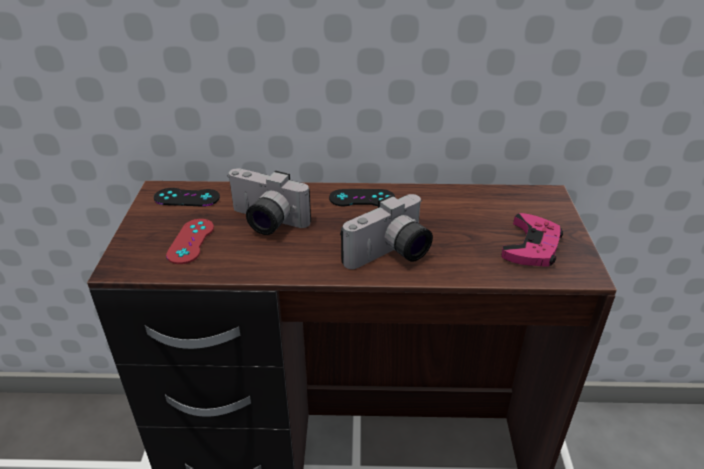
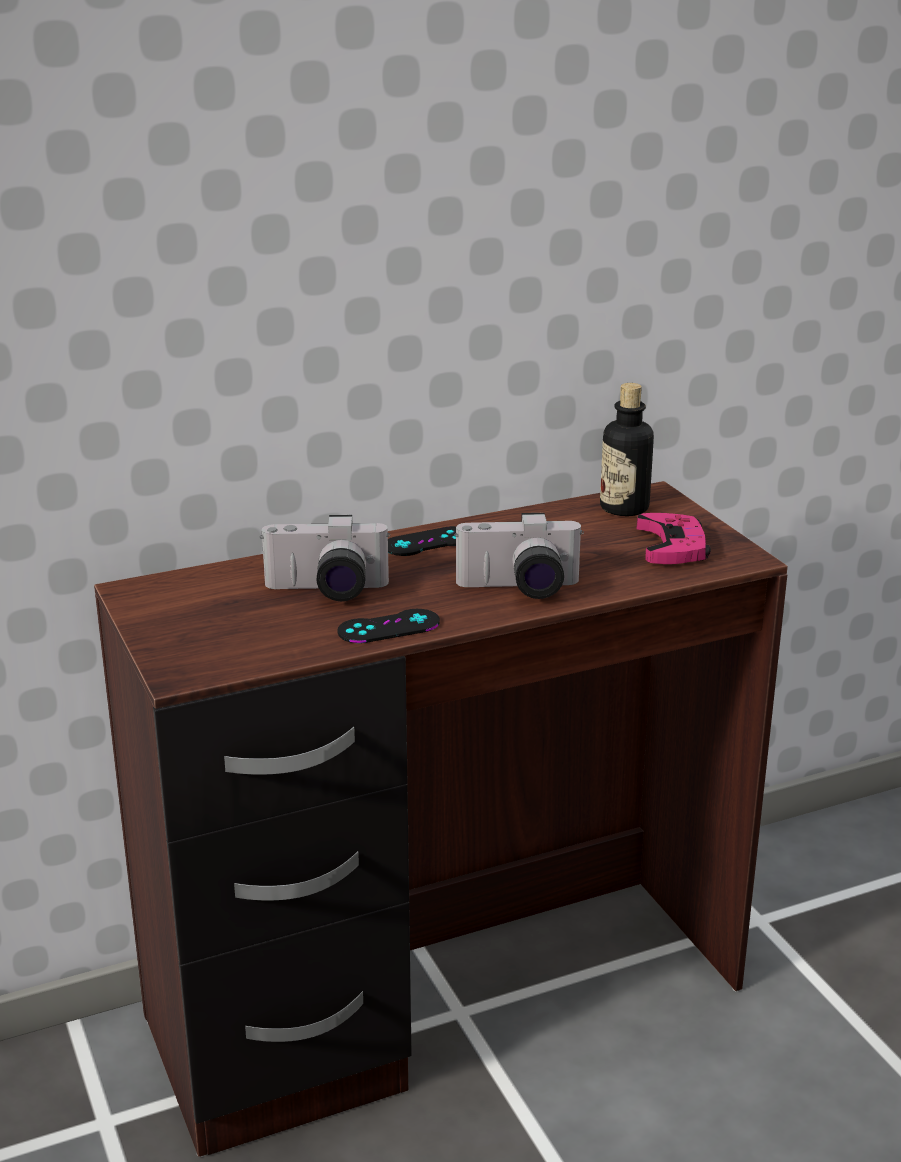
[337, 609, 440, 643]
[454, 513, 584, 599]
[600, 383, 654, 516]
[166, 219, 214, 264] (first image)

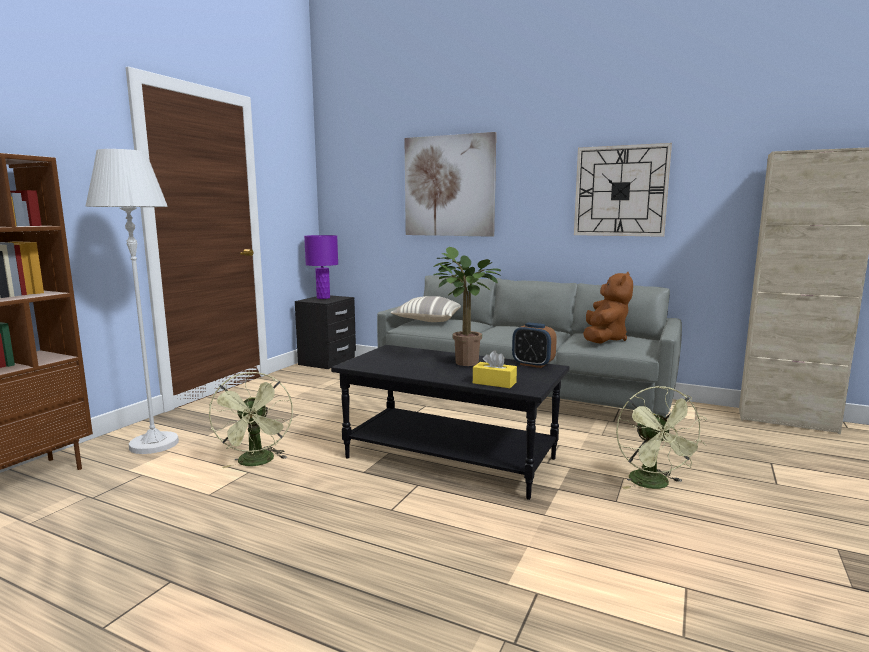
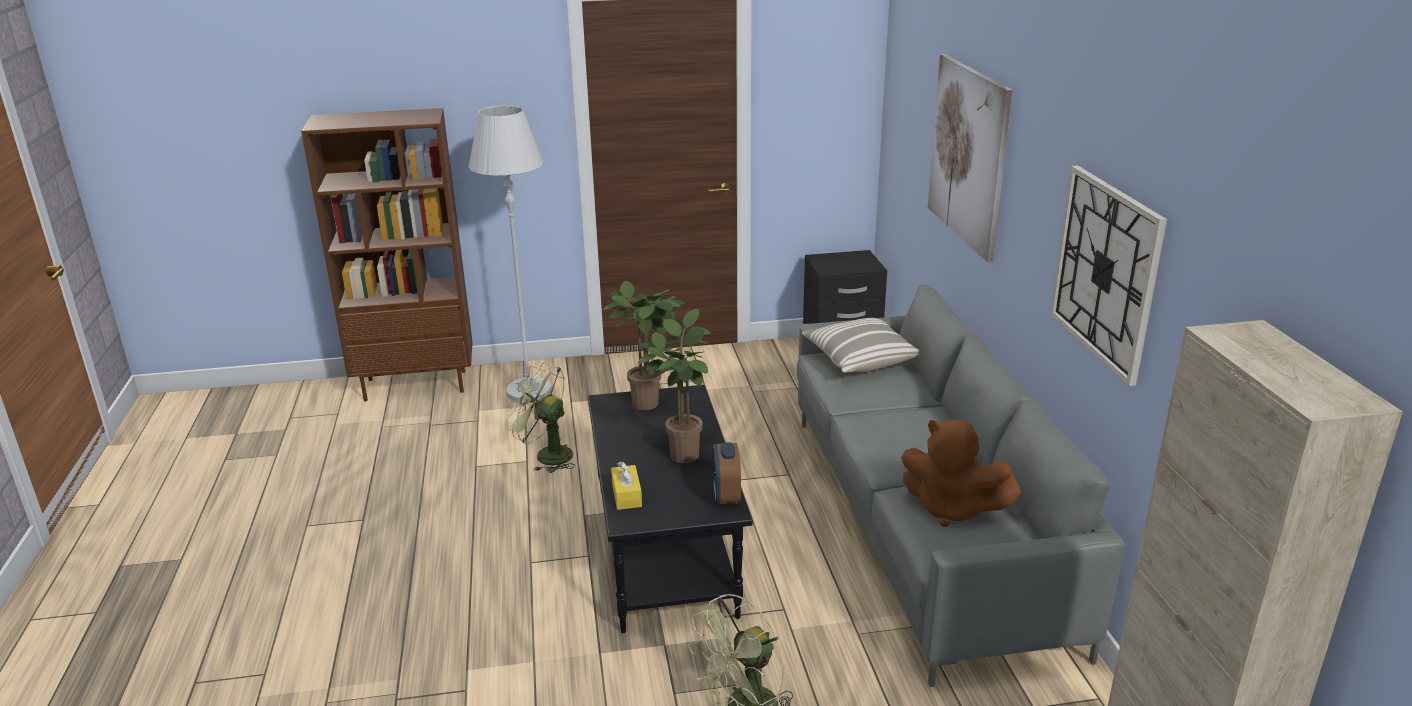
[505, 362, 575, 473]
[603, 281, 685, 410]
[901, 420, 1022, 527]
[304, 235, 338, 299] (first image)

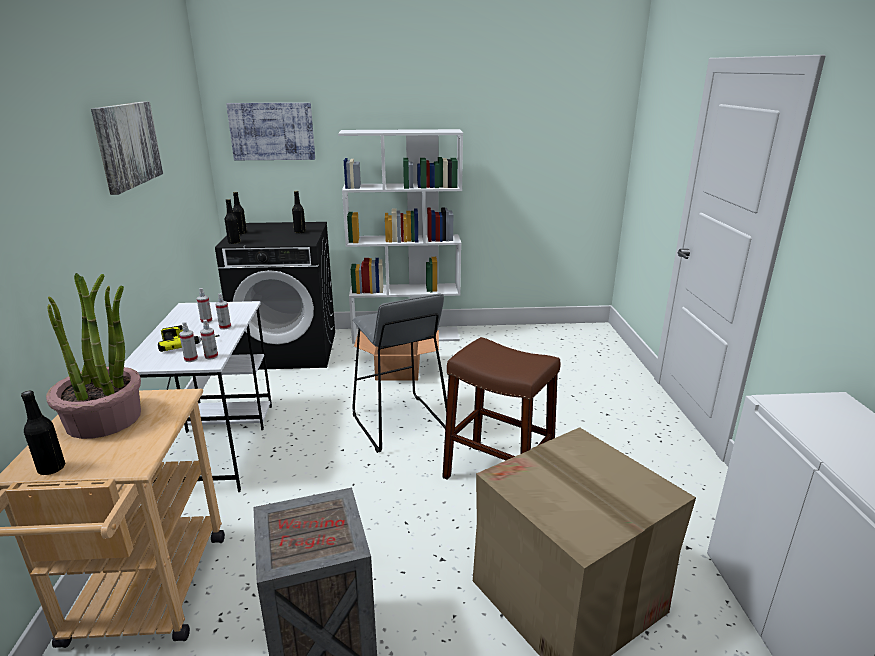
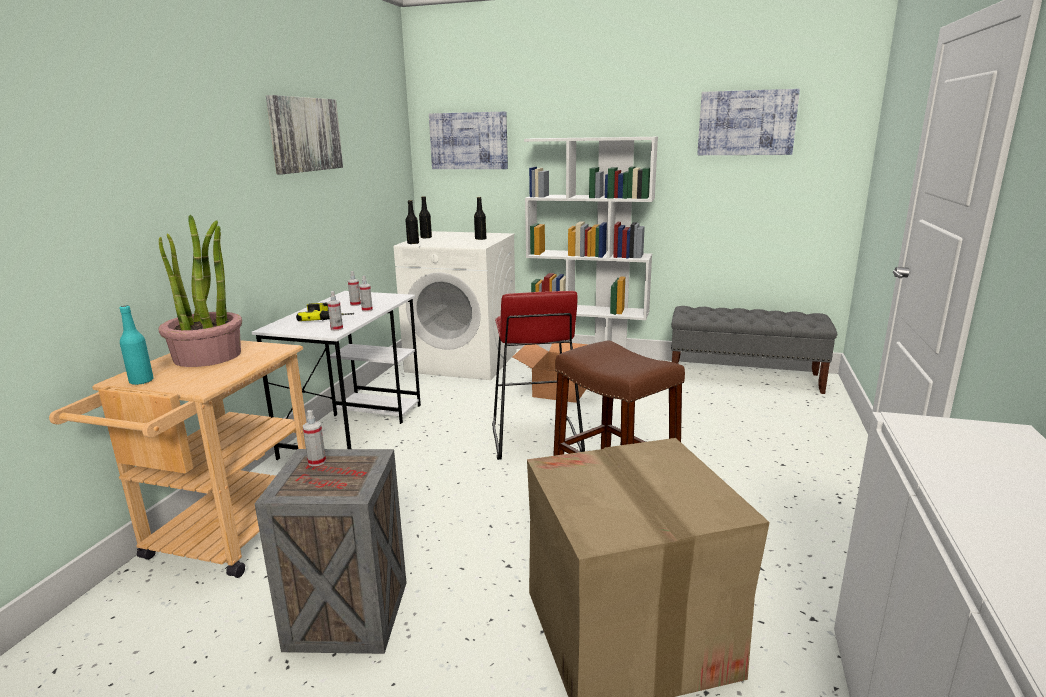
[119, 305, 154, 385]
[303, 410, 326, 466]
[394, 231, 517, 380]
[492, 291, 585, 460]
[671, 306, 837, 394]
[697, 89, 800, 155]

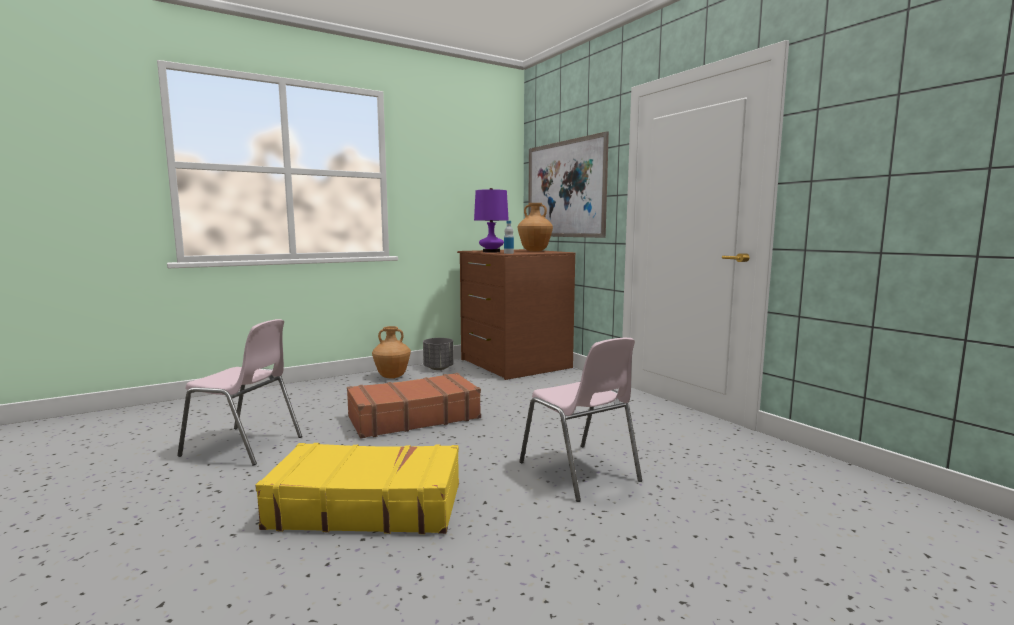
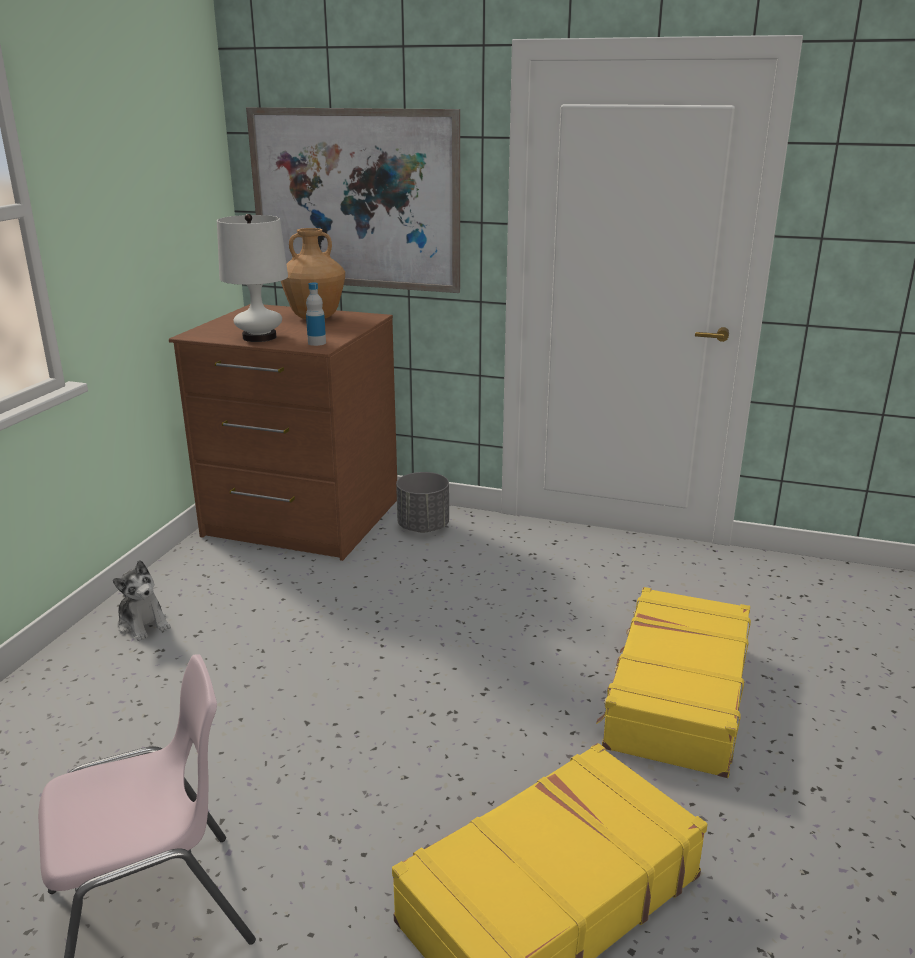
[113, 560, 171, 641]
[217, 214, 288, 342]
[396, 472, 449, 532]
[596, 587, 751, 778]
[347, 373, 481, 438] (first image)

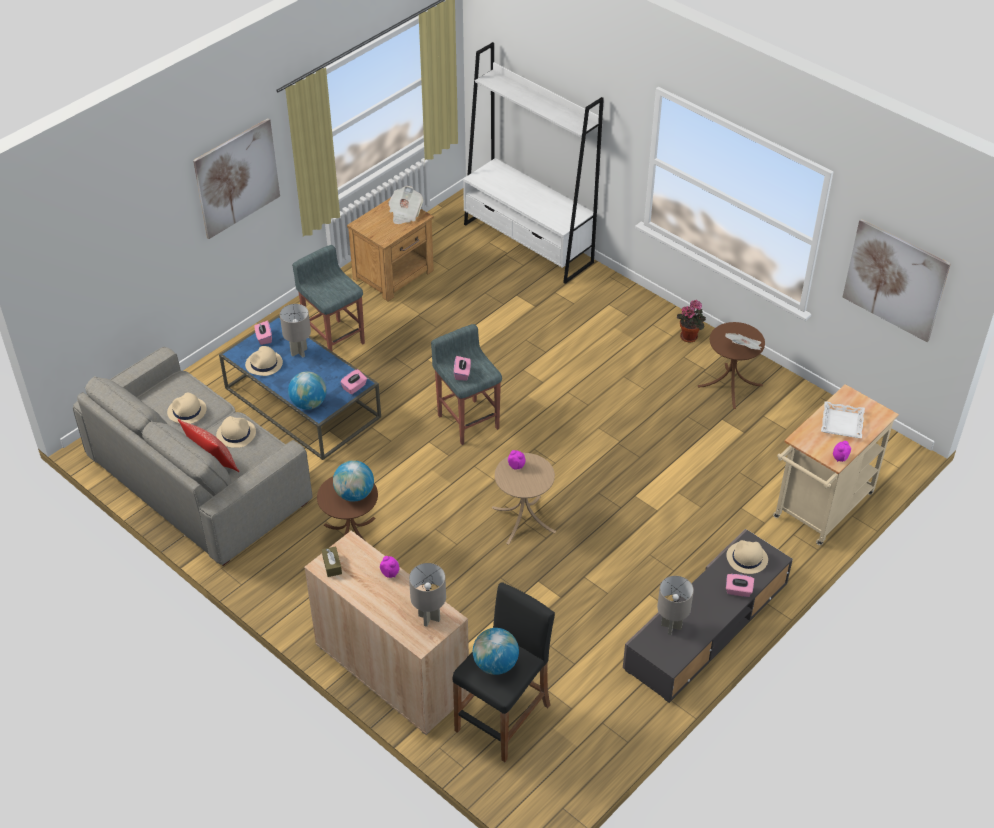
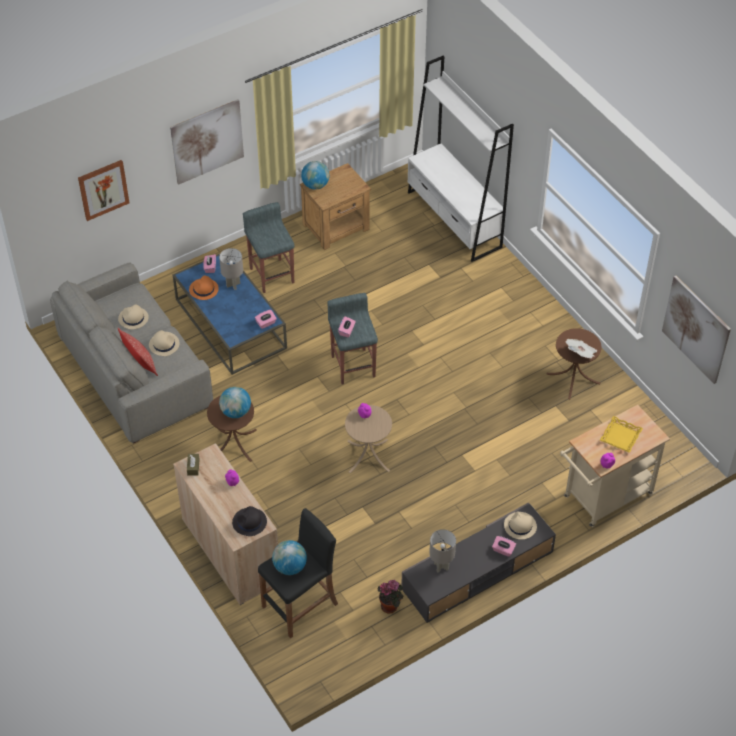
[78, 160, 129, 221]
[189, 276, 219, 300]
[232, 506, 267, 536]
[301, 161, 329, 190]
[378, 580, 403, 614]
[600, 416, 643, 453]
[388, 186, 423, 224] (first image)

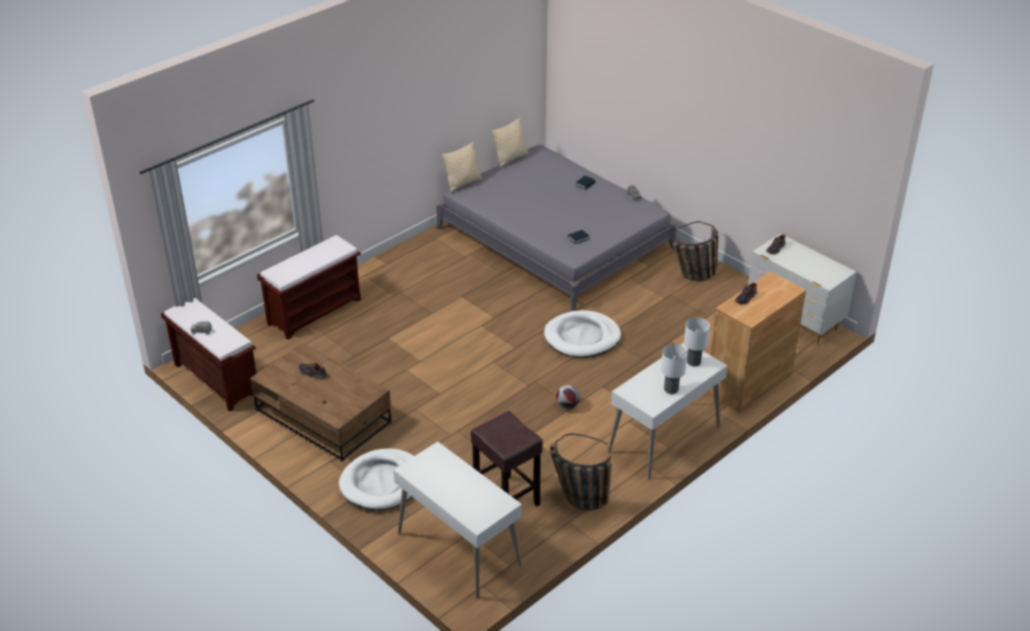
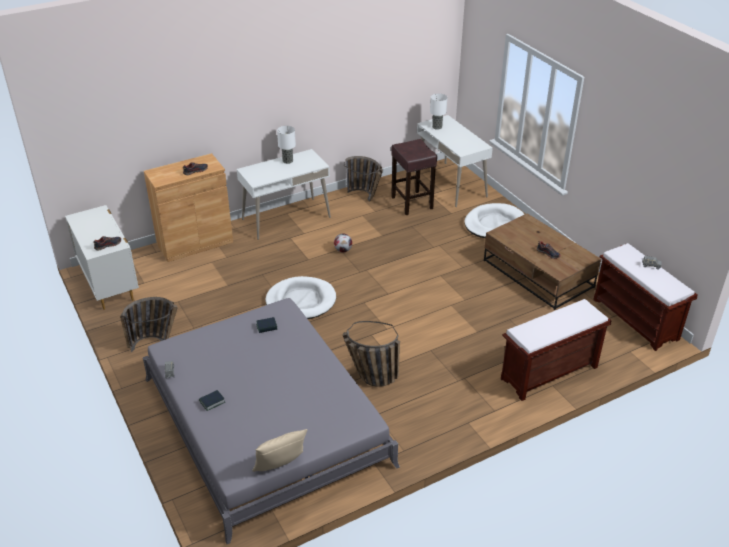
[343, 321, 400, 387]
[430, 94, 447, 130]
[442, 142, 482, 193] (first image)

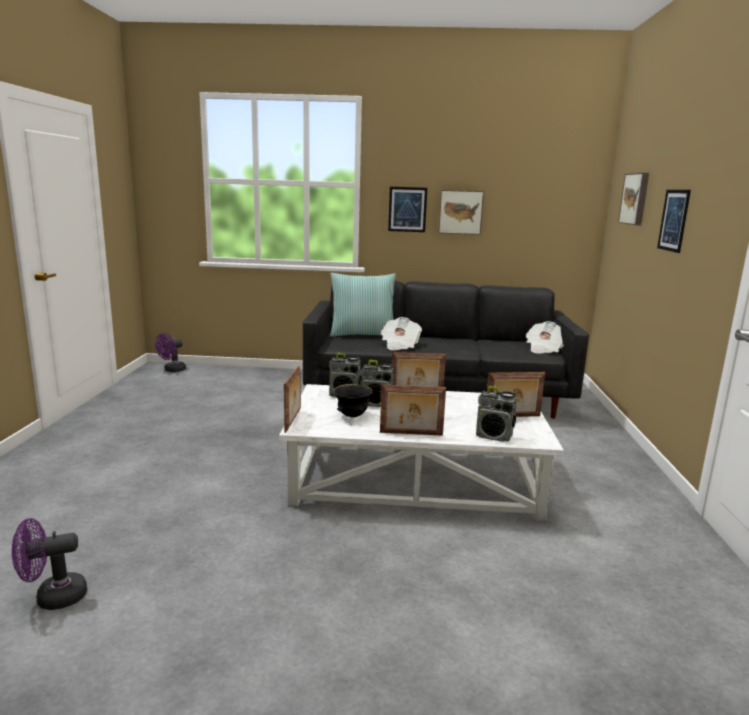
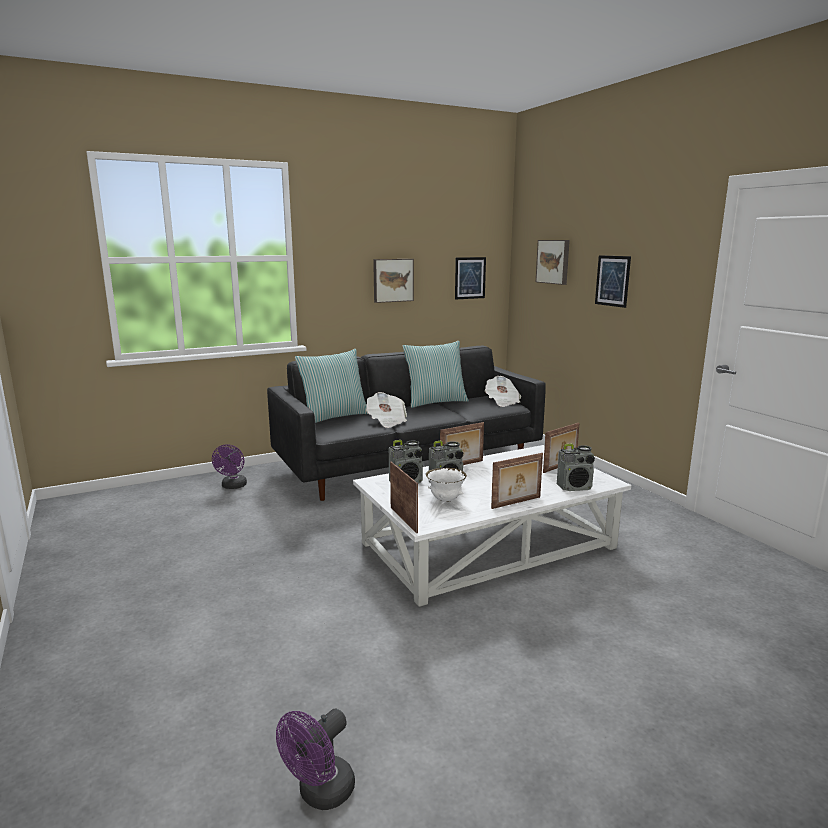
[212, 444, 247, 489]
[402, 341, 469, 408]
[426, 468, 467, 502]
[455, 257, 486, 300]

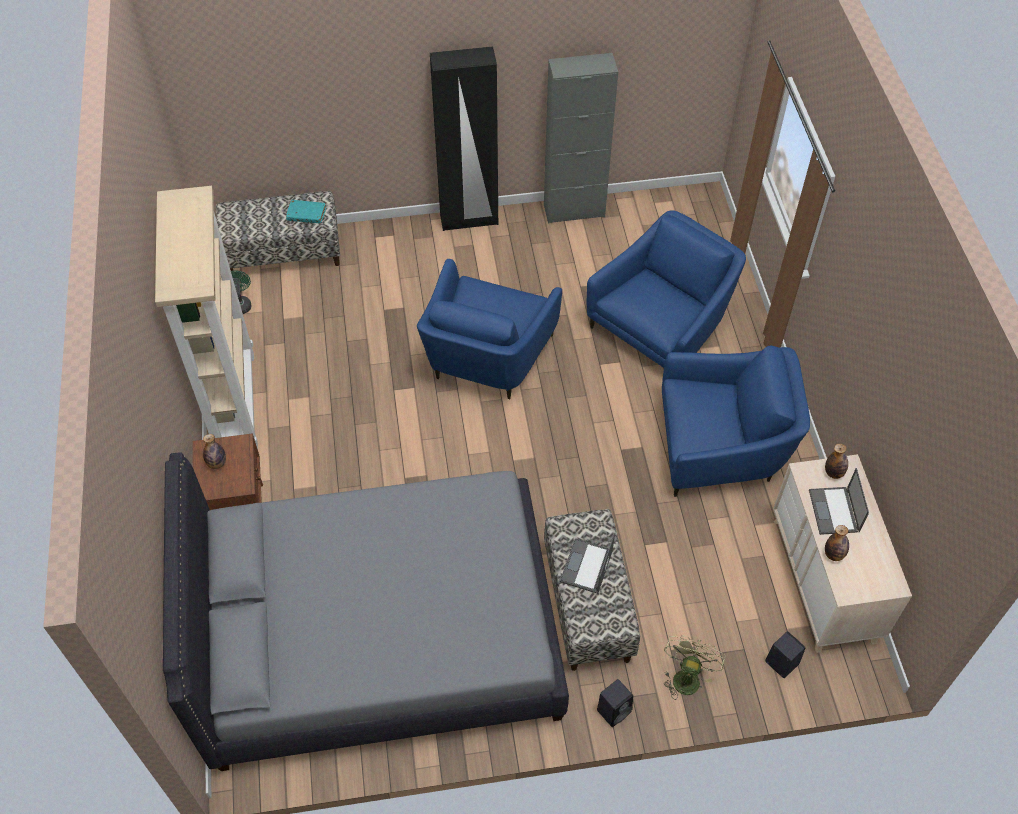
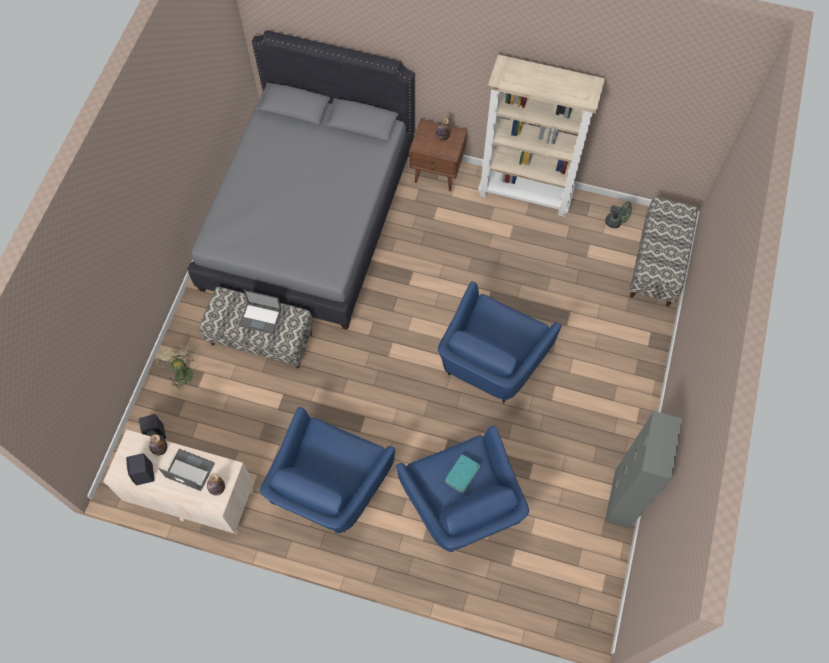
[126, 453, 155, 485]
[155, 346, 199, 391]
[239, 290, 282, 334]
[438, 281, 562, 403]
[445, 454, 481, 493]
[430, 47, 498, 231] (first image)

